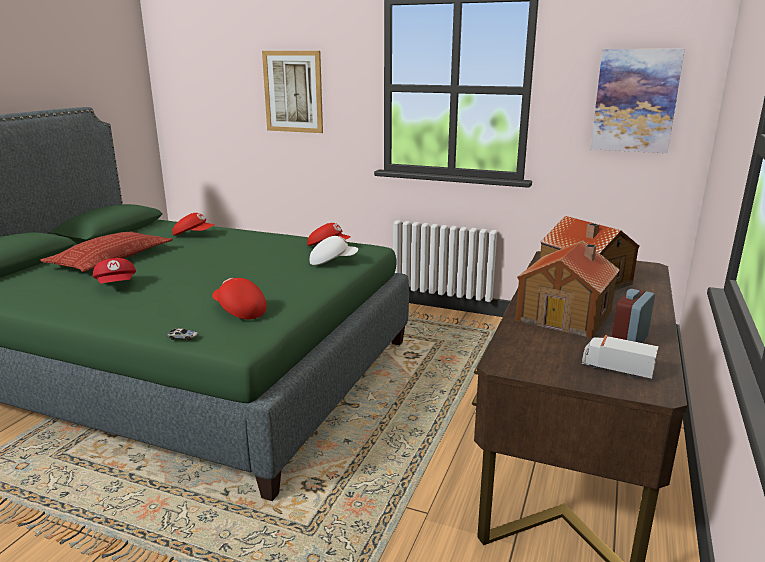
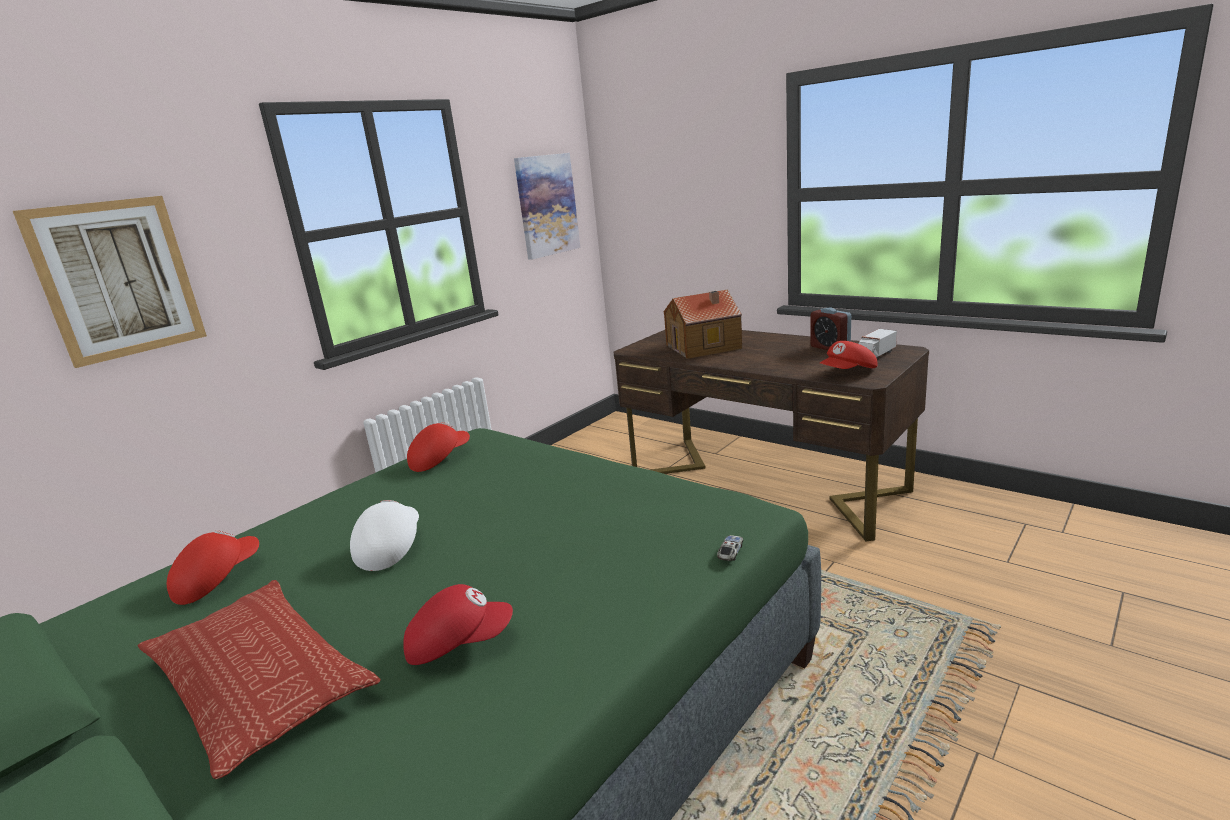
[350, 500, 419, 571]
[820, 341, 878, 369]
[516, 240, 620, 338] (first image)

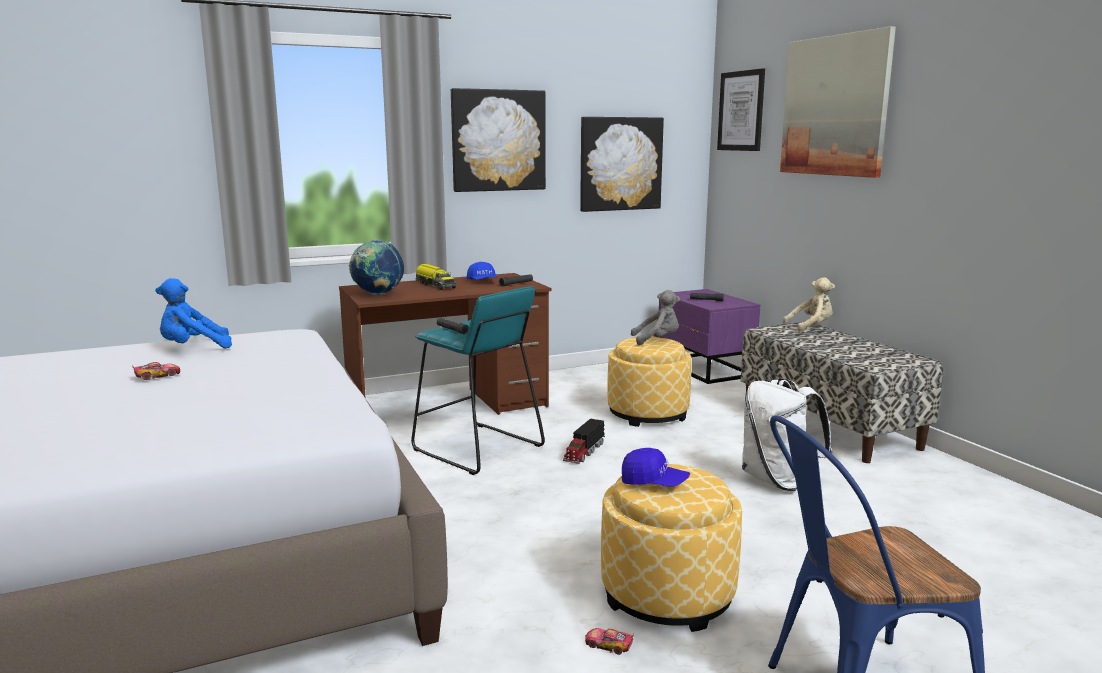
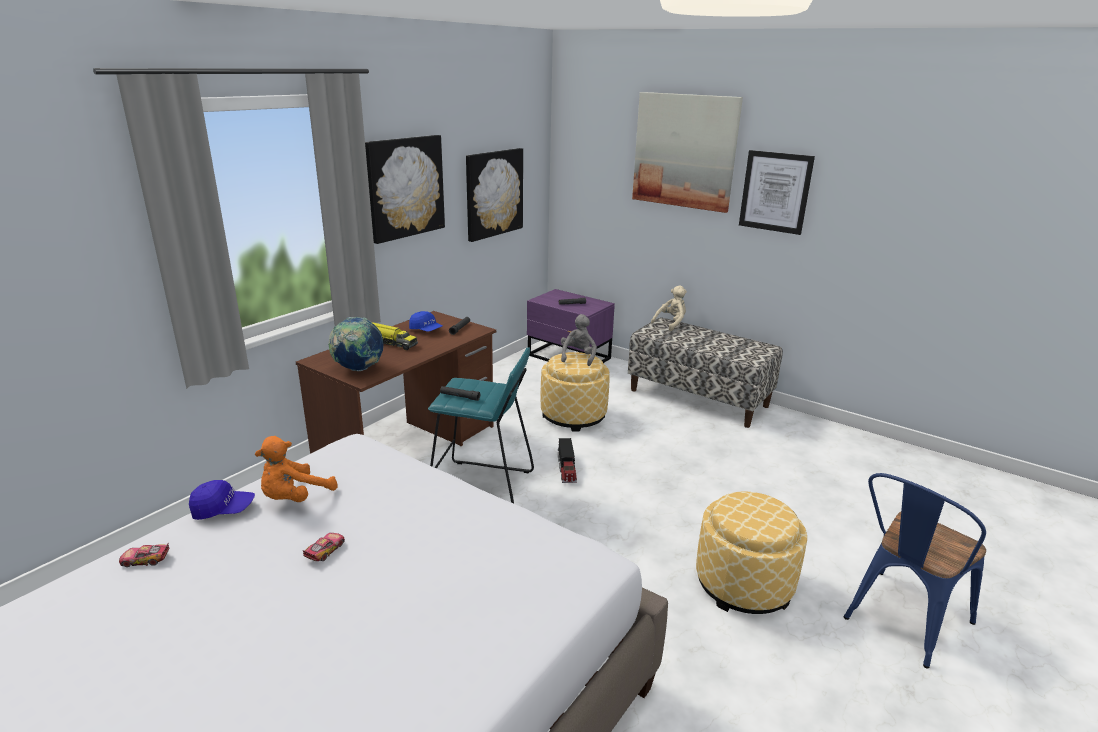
[119, 542, 170, 567]
[189, 480, 255, 520]
[255, 436, 337, 502]
[561, 314, 597, 366]
[739, 150, 815, 235]
[742, 378, 832, 491] (first image)

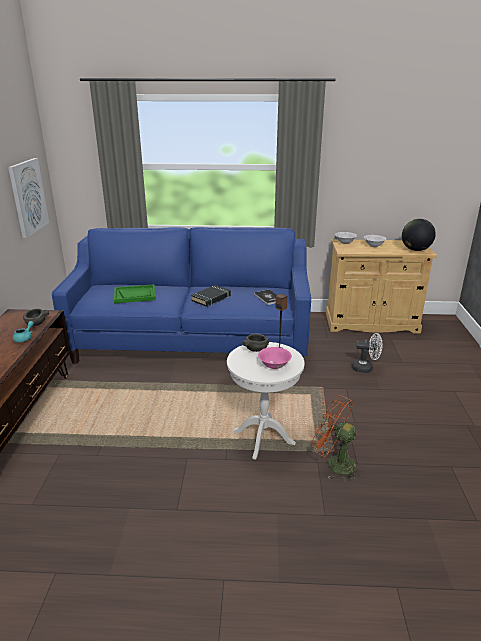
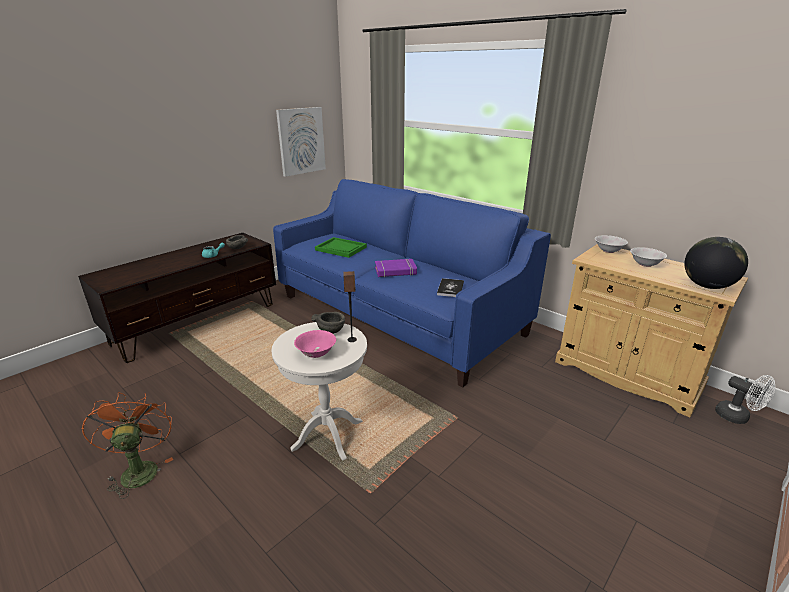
[82, 392, 173, 499]
[375, 259, 417, 277]
[715, 375, 775, 424]

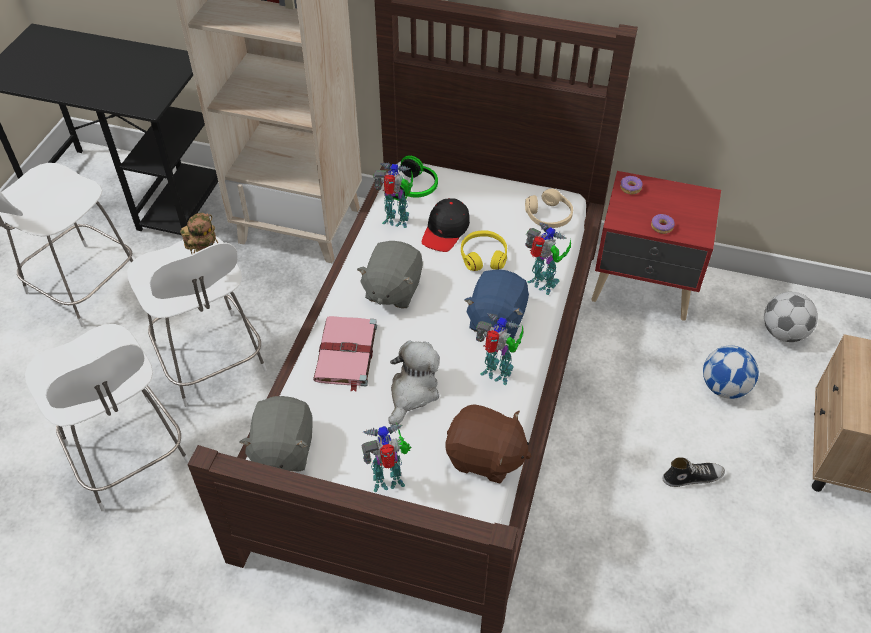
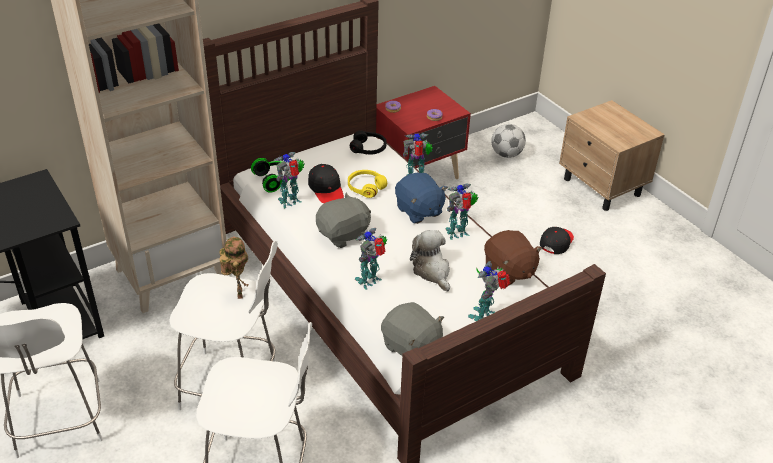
[316, 193, 371, 248]
[350, 131, 387, 155]
[355, 228, 387, 290]
[484, 230, 542, 286]
[540, 227, 574, 254]
[703, 345, 759, 399] (first image)

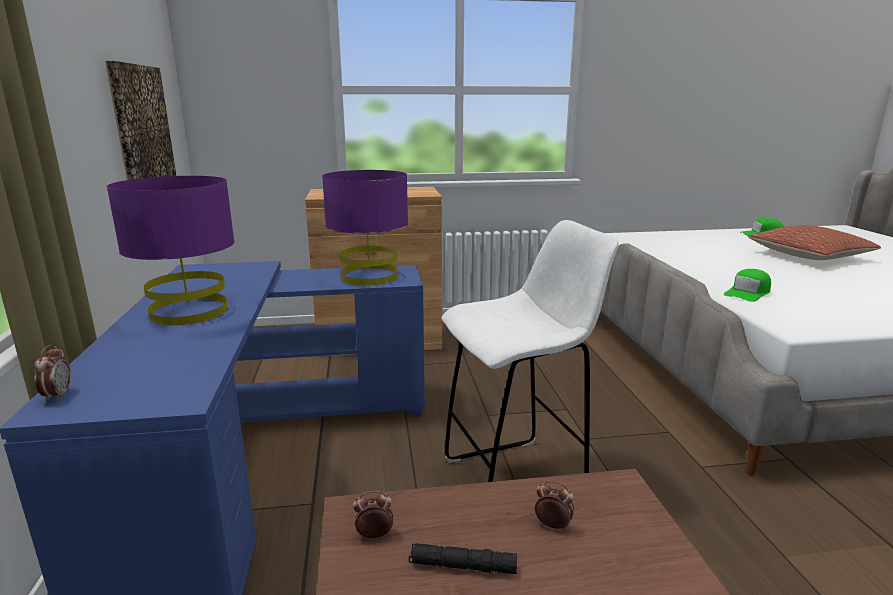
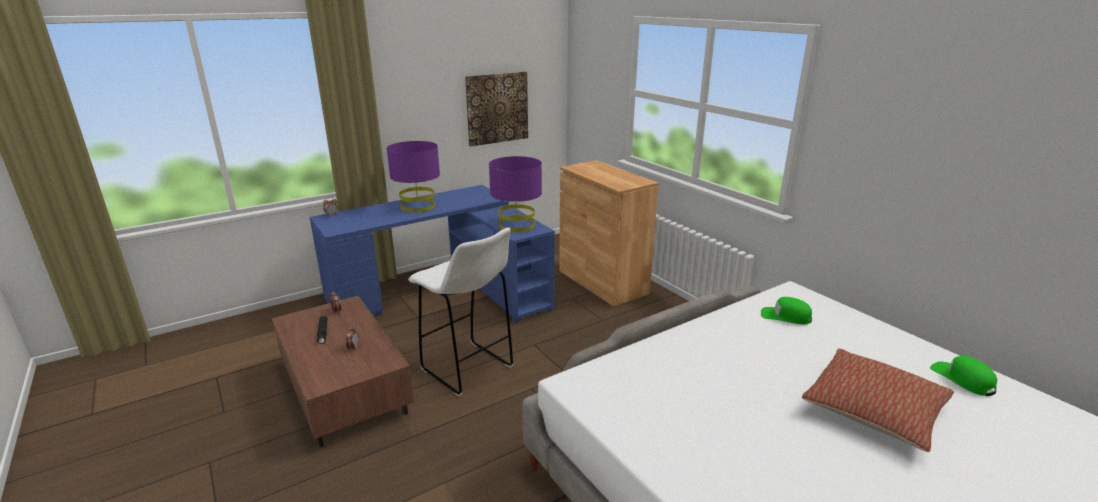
[761, 297, 812, 325]

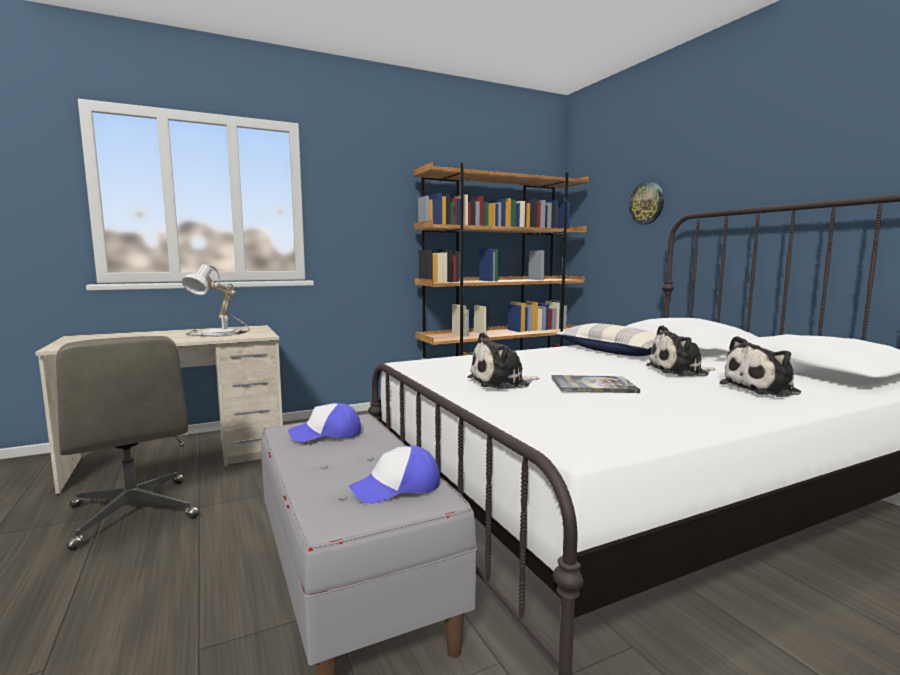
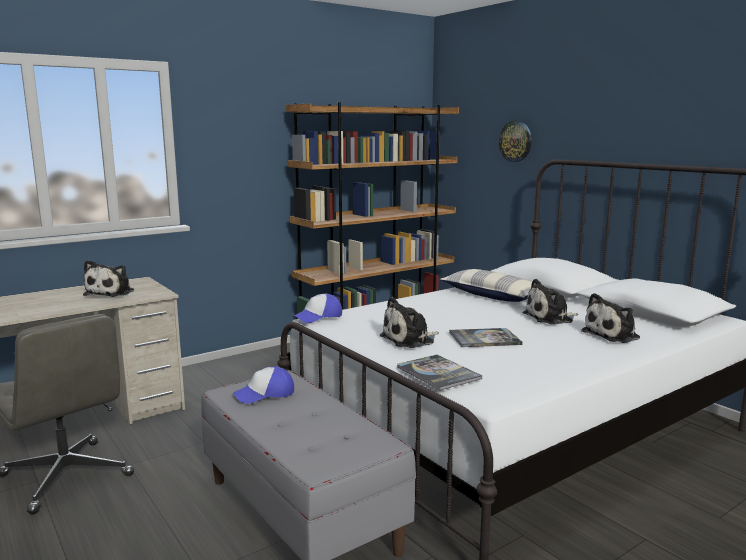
[83, 260, 134, 297]
[293, 294, 342, 323]
[397, 355, 482, 390]

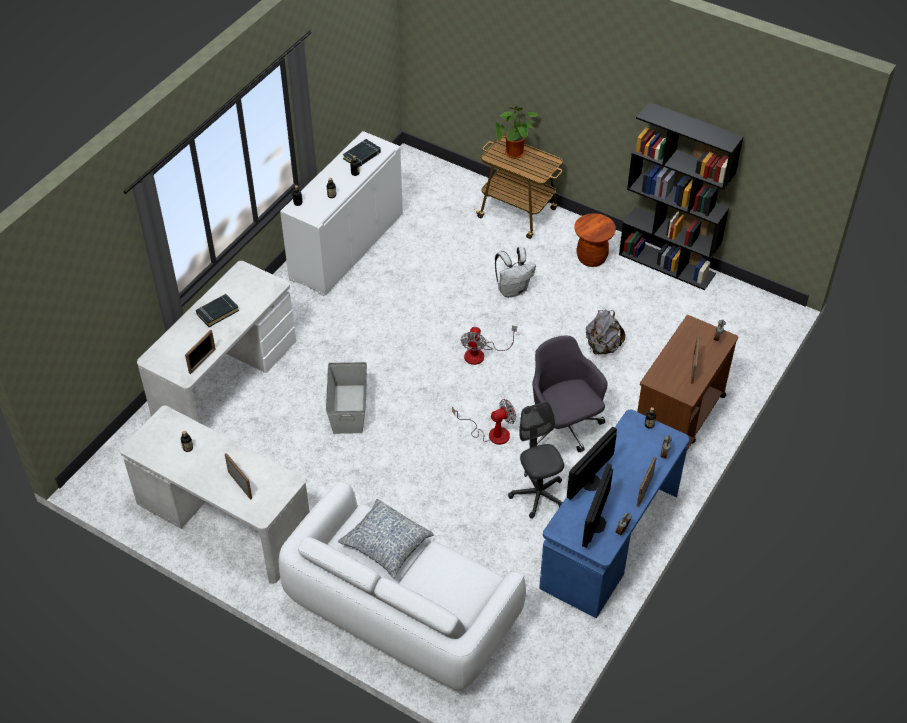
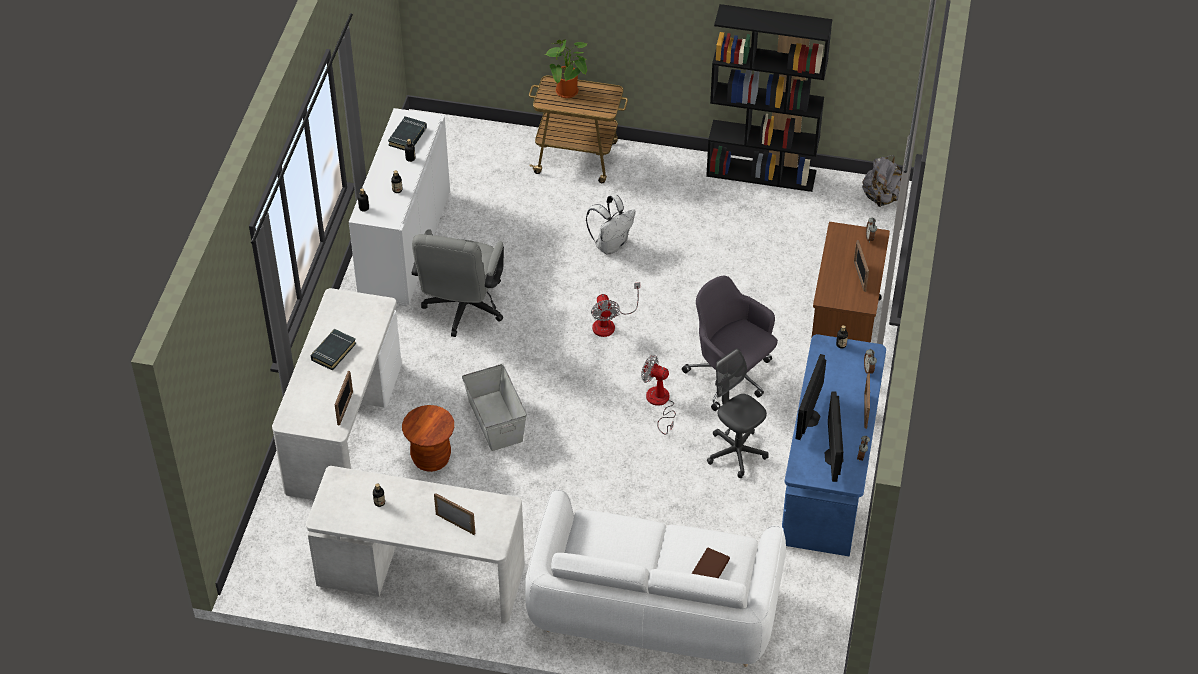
[402, 405, 454, 472]
[412, 229, 504, 337]
[641, 355, 676, 435]
[692, 547, 730, 578]
[862, 155, 902, 207]
[338, 499, 434, 578] (first image)

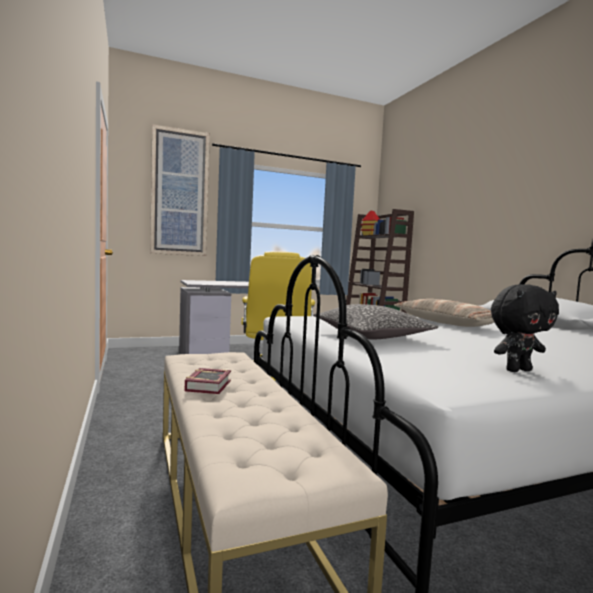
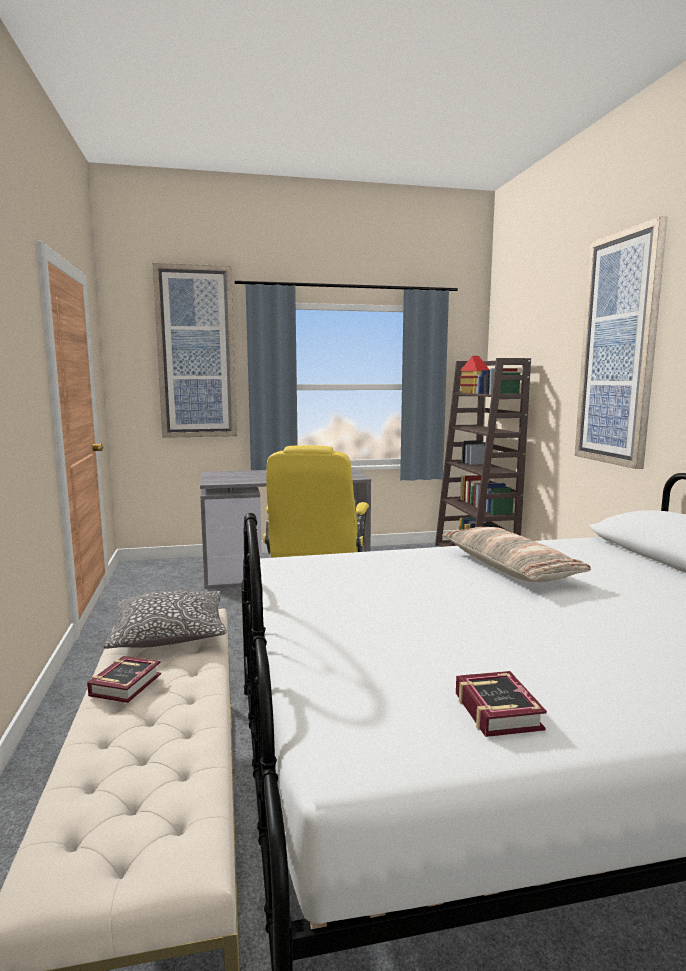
[103, 591, 227, 649]
[456, 671, 547, 737]
[575, 216, 667, 469]

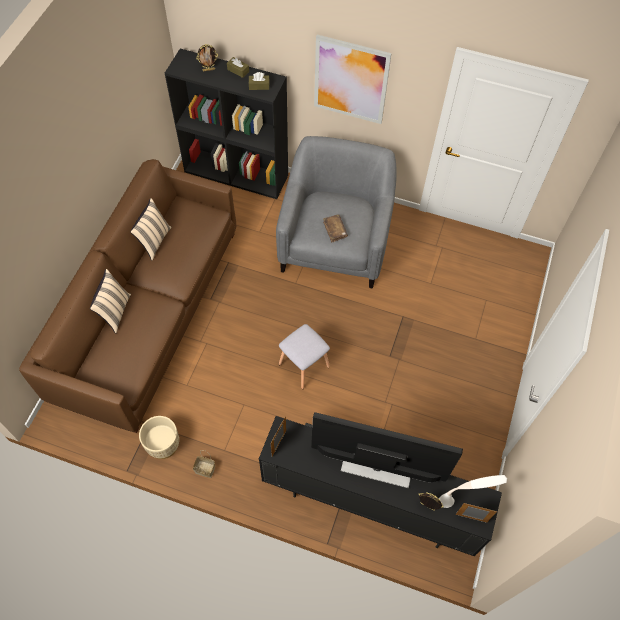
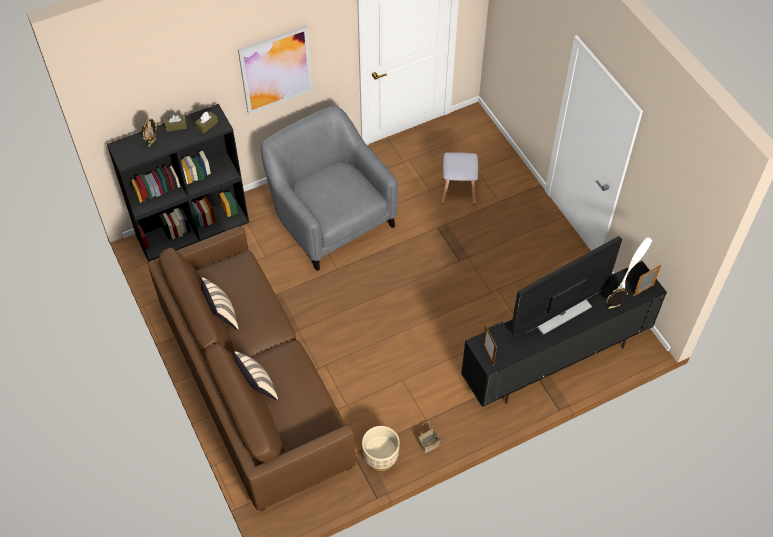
[442, 152, 478, 205]
[323, 214, 348, 242] (first image)

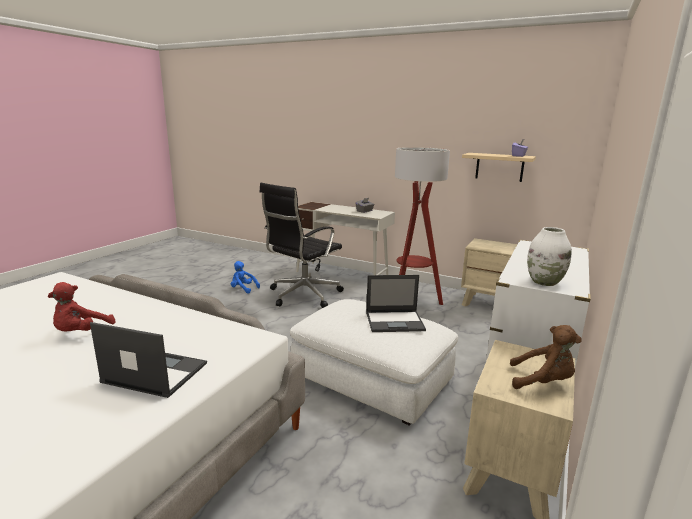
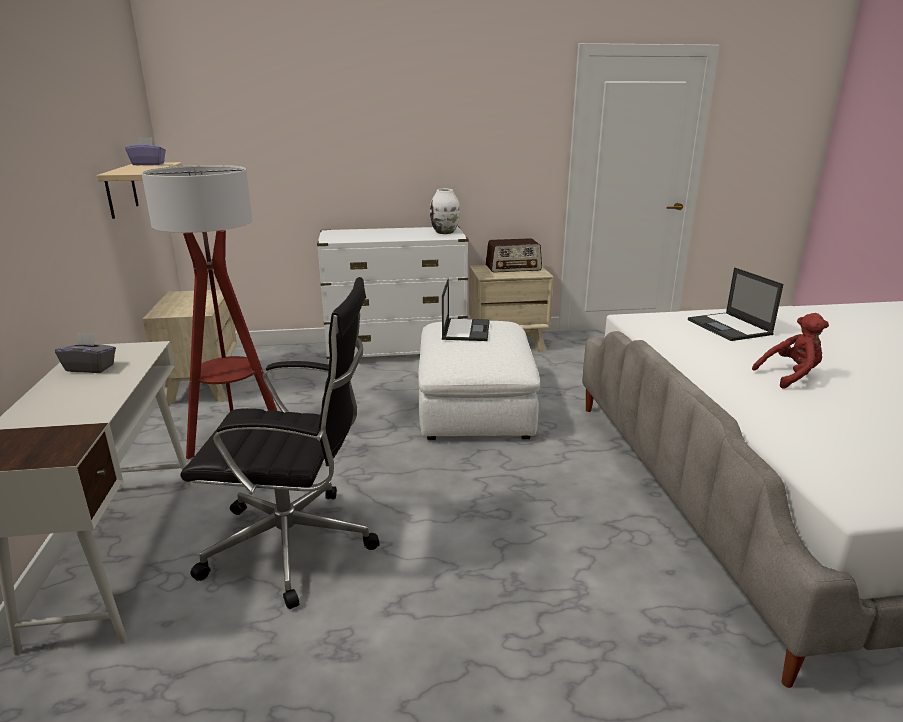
[442, 278, 490, 341]
[486, 238, 542, 273]
[231, 261, 260, 293] (first image)

